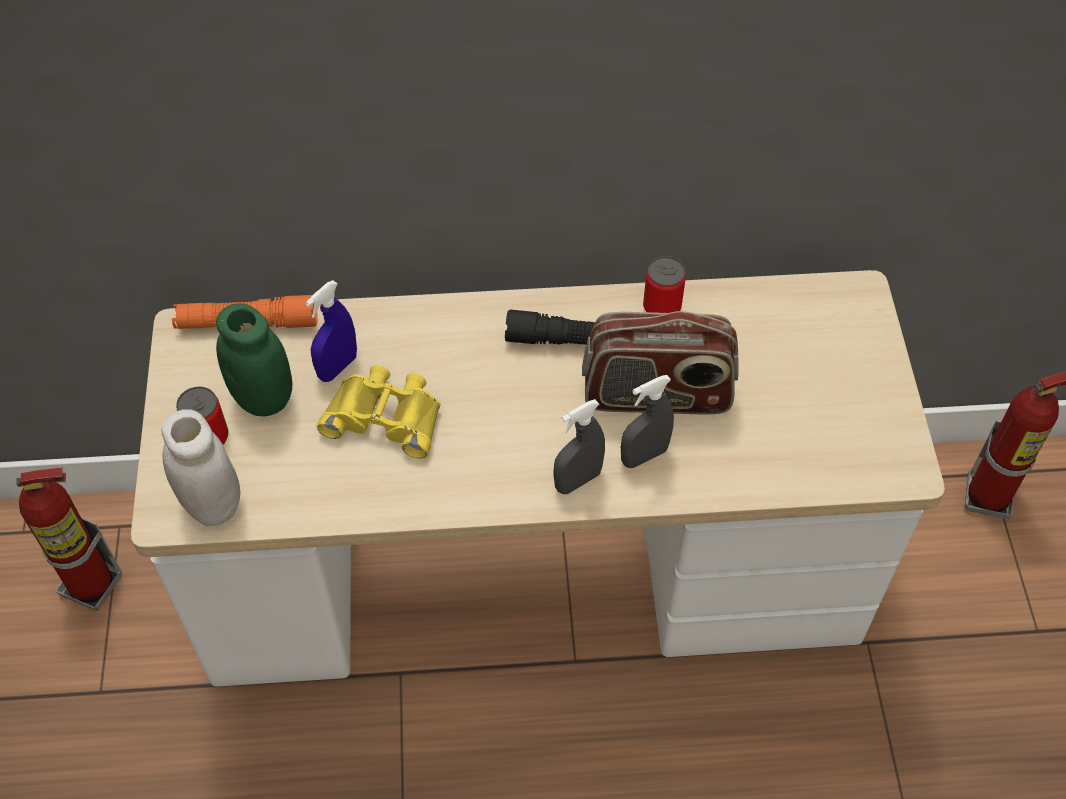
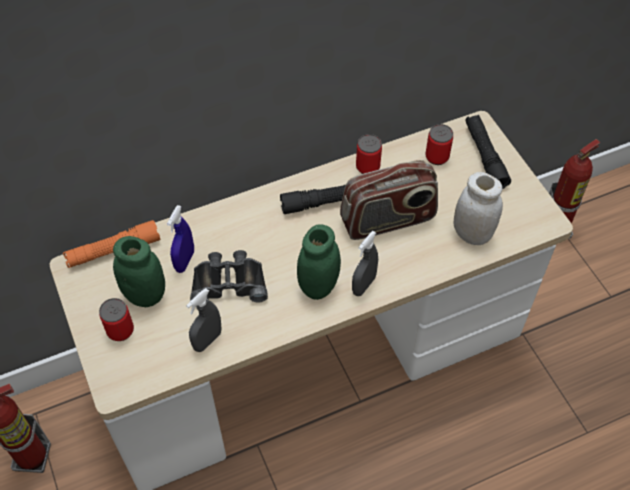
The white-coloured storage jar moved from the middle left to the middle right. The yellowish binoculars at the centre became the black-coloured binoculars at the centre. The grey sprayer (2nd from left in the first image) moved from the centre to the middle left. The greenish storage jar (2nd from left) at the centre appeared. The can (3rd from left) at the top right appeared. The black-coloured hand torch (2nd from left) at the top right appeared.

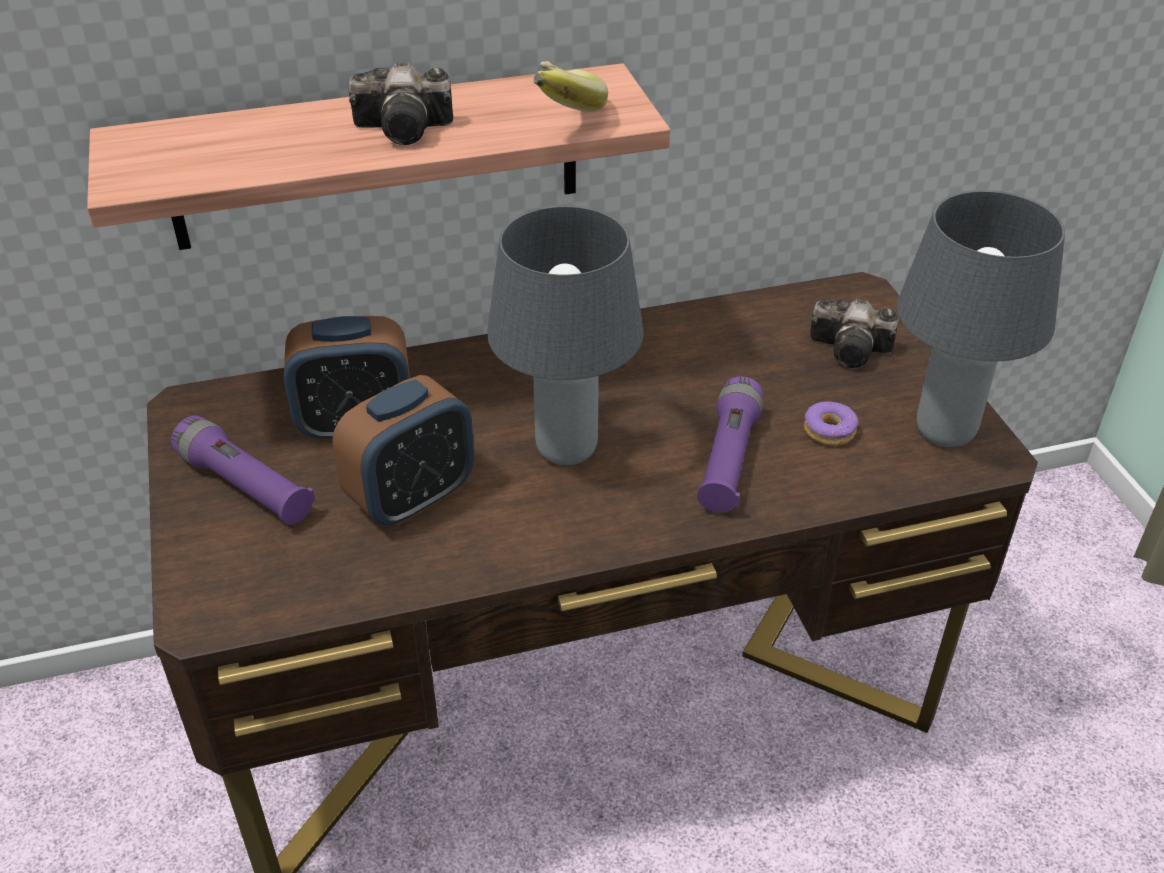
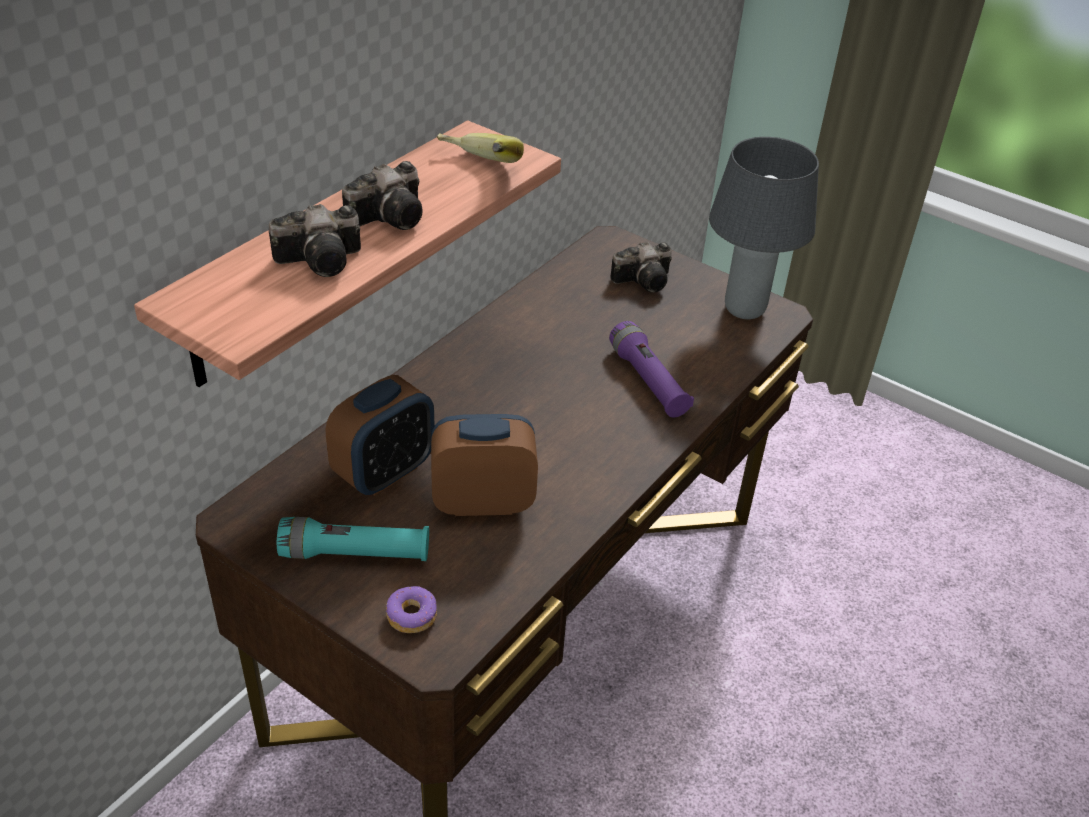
The purple-coloured hand torch (1st from left) at the middle left became the turquoise-coloured hand torch at the middle left. The alarm clock (2nd from left) at the centre turned 105 degrees counterclockwise. The grey table lamp (1st from left) at the centre disappeared. The ring doughnut moved from the middle right to the bottom centre. The photo camera (1st from left) at the top left appeared.

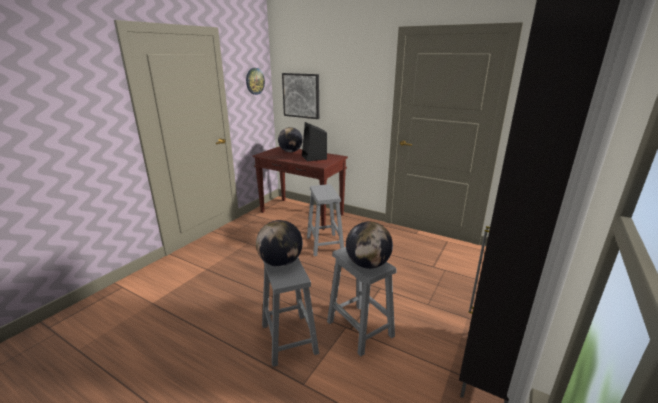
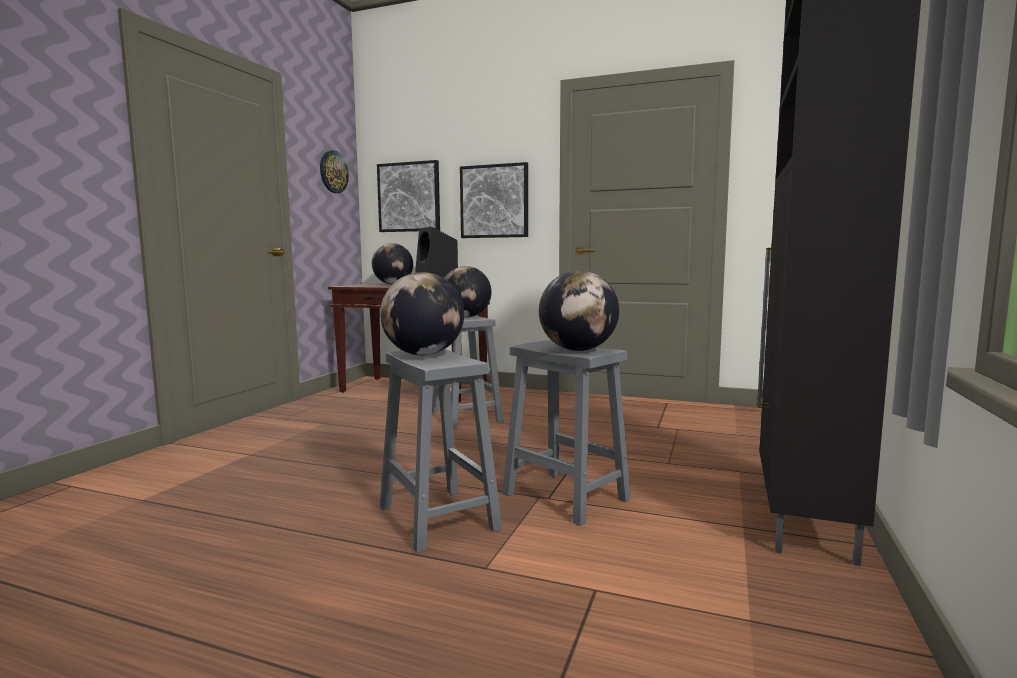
The globe (3rd from left) at the centre appeared. The wall art (2nd from left) at the top centre appeared.

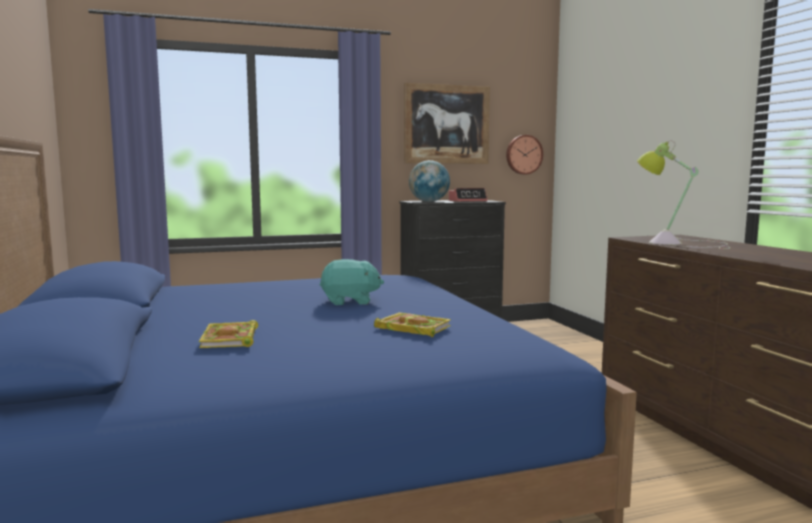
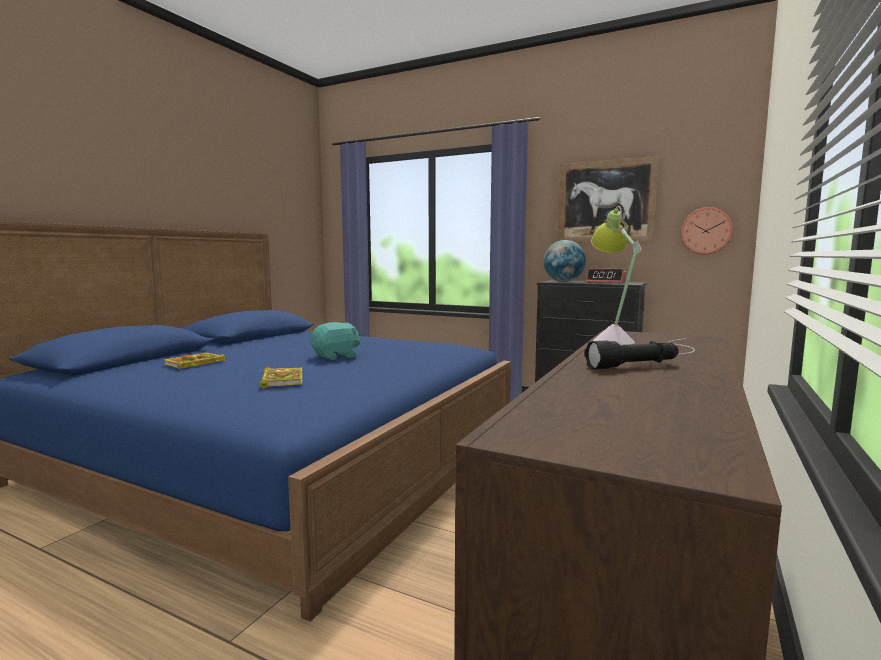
The turquoise-coloured soft toy at the centre turned 75 degrees counterclockwise. The black-coloured hand torch at the middle right appeared.

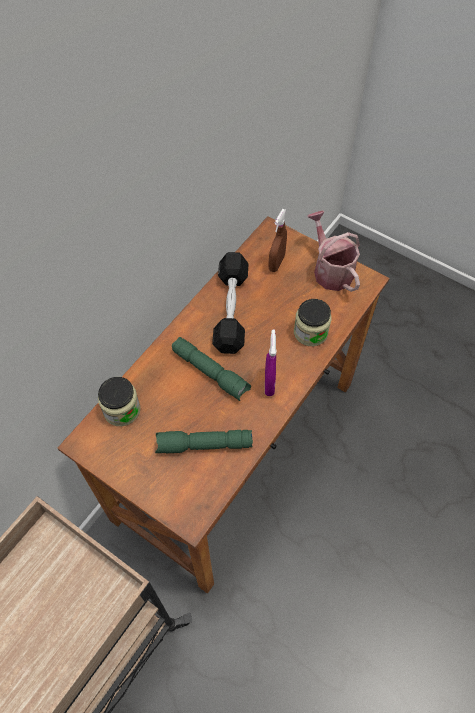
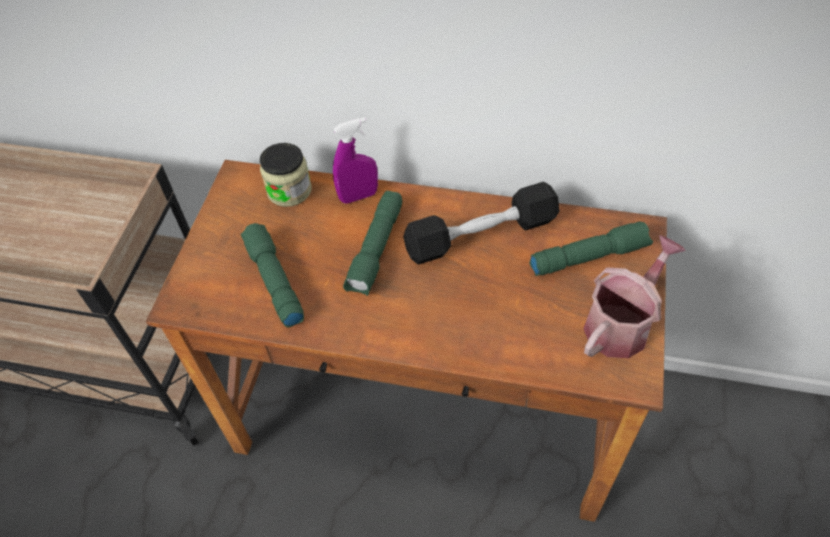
The purple-coloured sprayer moved from the centre to the top centre. The brown-coloured sprayer at the centre was replaced by the greenish hand torch (3rd from left) at the middle right. The storage jar (2nd from left) at the centre disappeared.

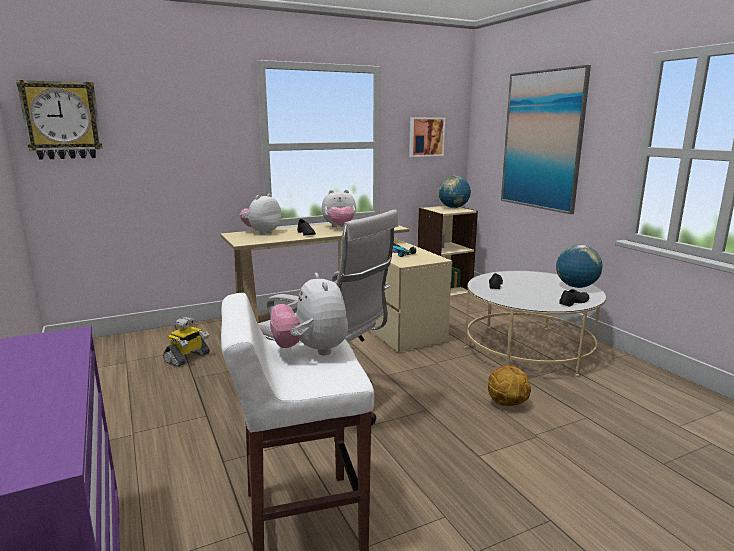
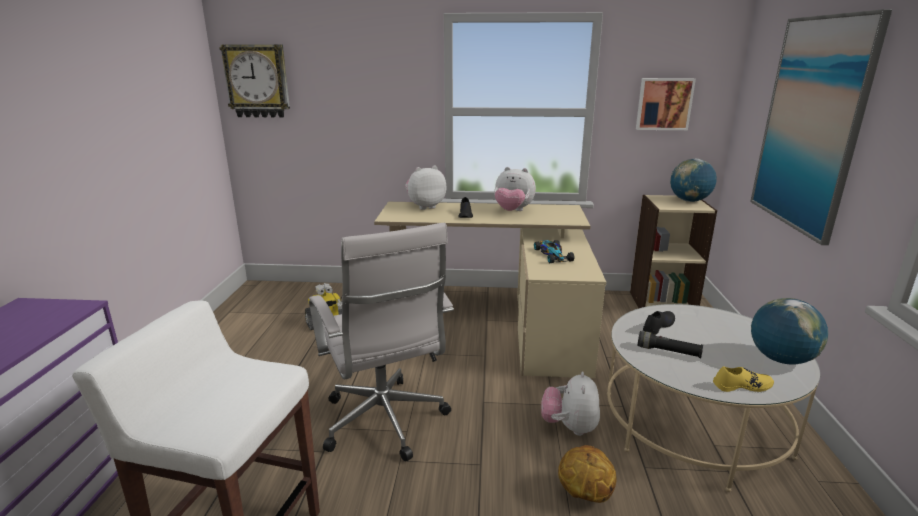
The soft toy (2nd from left in the first image) moved from the centre to the bottom centre. The black-coloured item of footwear (3rd from left) at the middle right became the yellowish item of footwear at the bottom right. The black-coloured hand torch at the bottom right appeared.

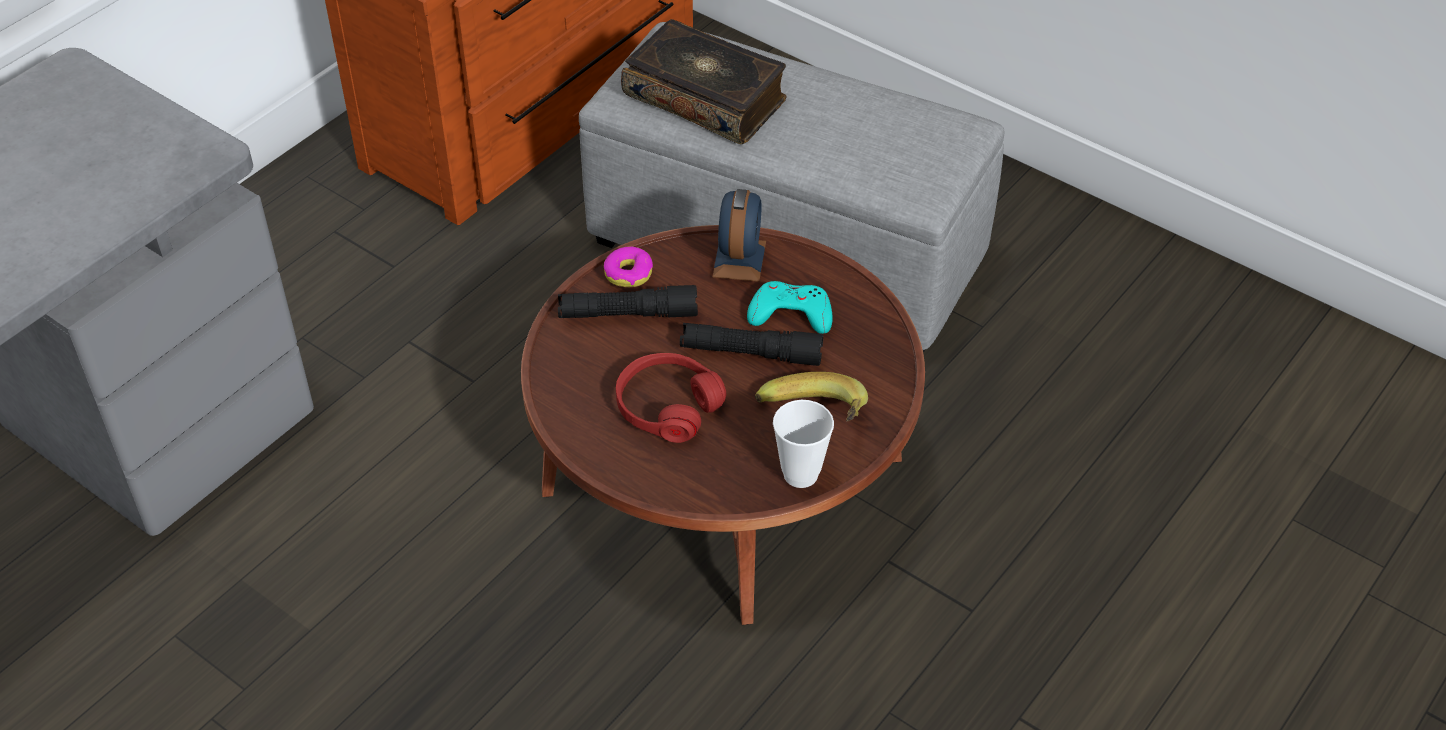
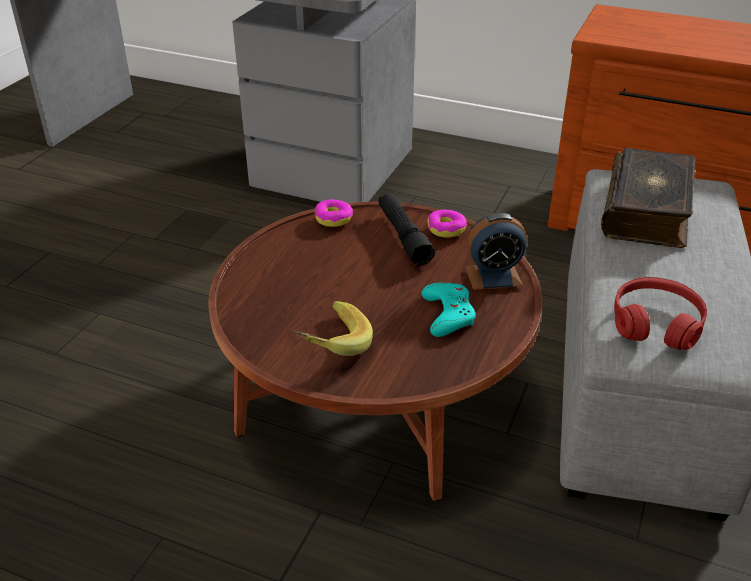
The reddish headphones moved from the centre to the middle right. The black-coloured hand torch (2nd from left) at the centre disappeared. The cup at the centre disappeared. The ring doughnut (1st from left) at the centre appeared.

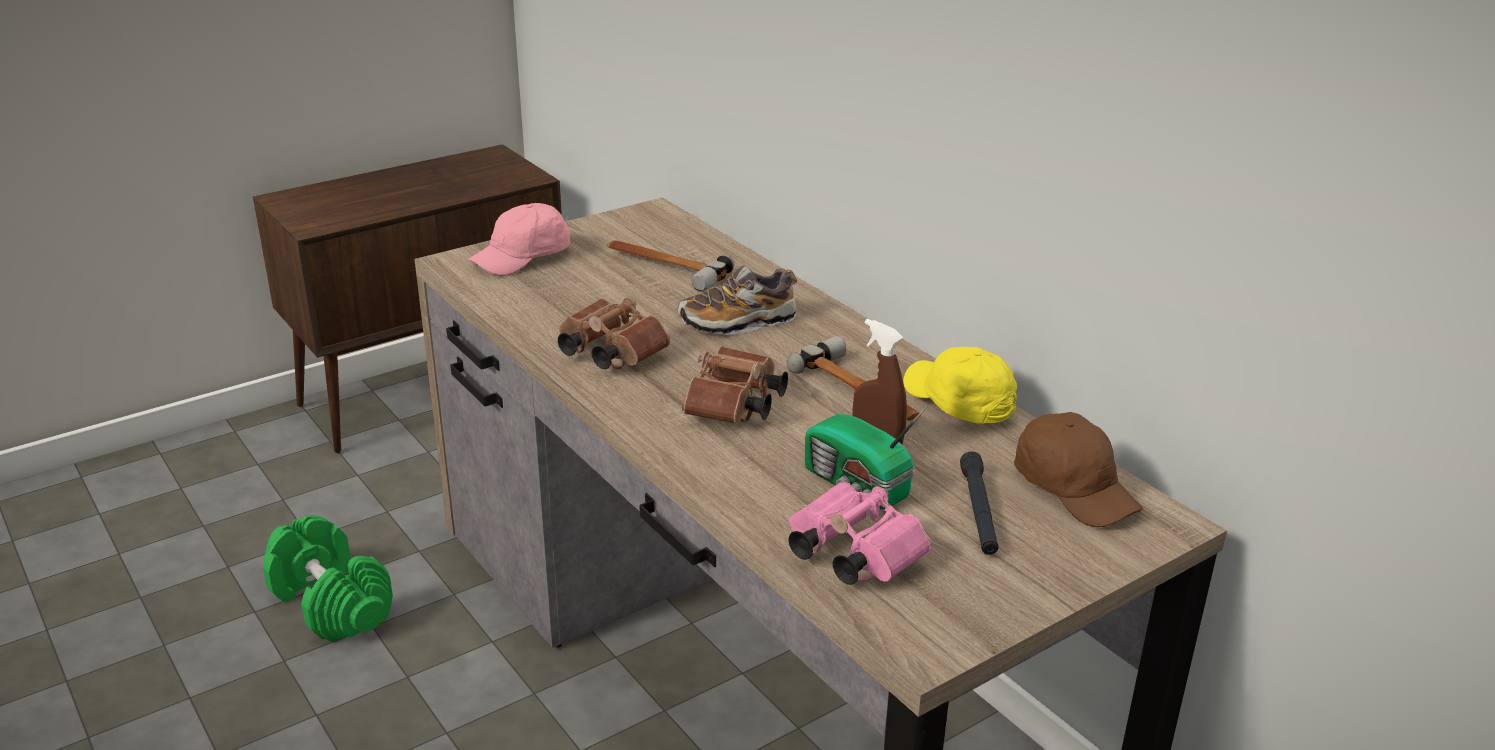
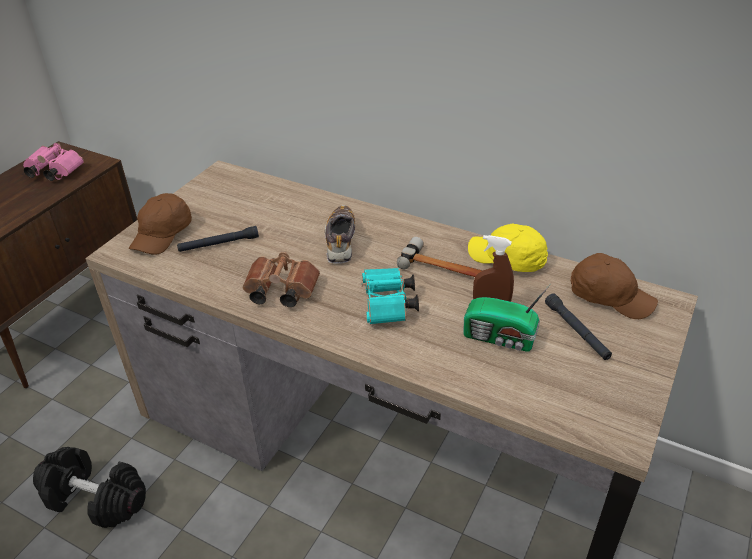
The greenish dumbbell at the bottom left became the black-coloured dumbbell at the bottom left. The pink-coloured baseball cap at the top centre became the brown-coloured baseball cap (1st from left) at the middle left. The hand hammer (1st from left) at the centre disappeared. The item of footwear at the centre turned 135 degrees clockwise. The brown-coloured binoculars (2nd from left) at the centre became the turquoise-coloured binoculars at the centre. The pink-coloured binoculars moved from the bottom centre to the top left. The black-coloured hand torch (1st from left) at the middle left appeared.

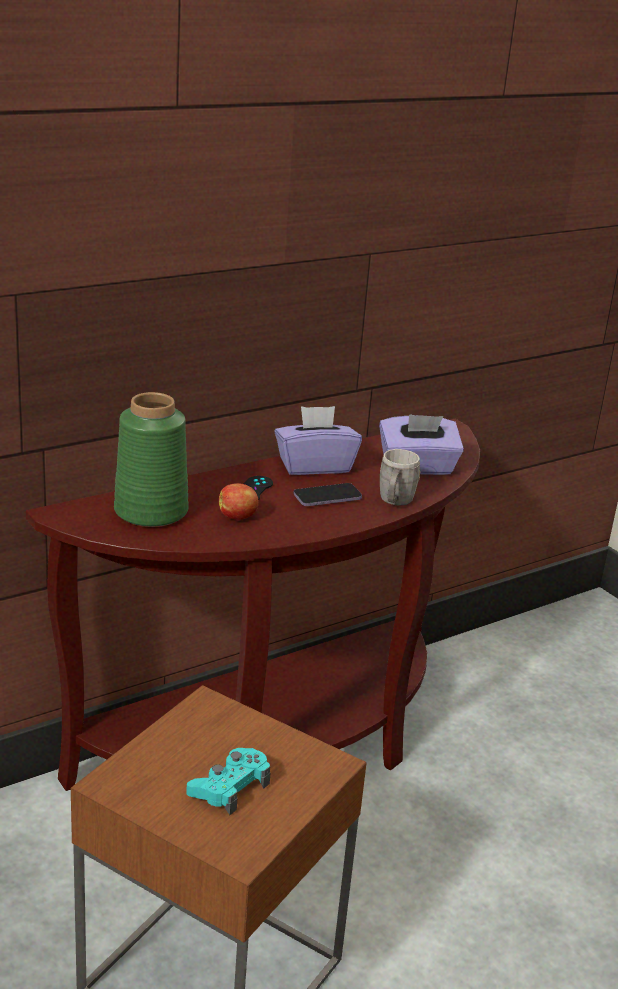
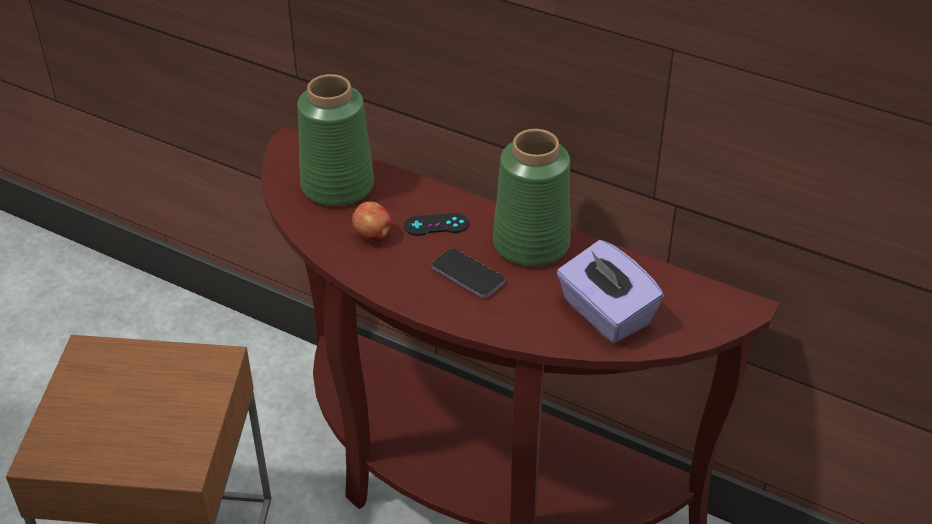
The turquoise-coloured joypad at the bottom centre disappeared. The purple-coloured box of tissues (1st from left) at the centre was replaced by the greenish flower vase (2nd from left) at the centre. The grey coffee mug at the centre disappeared.

